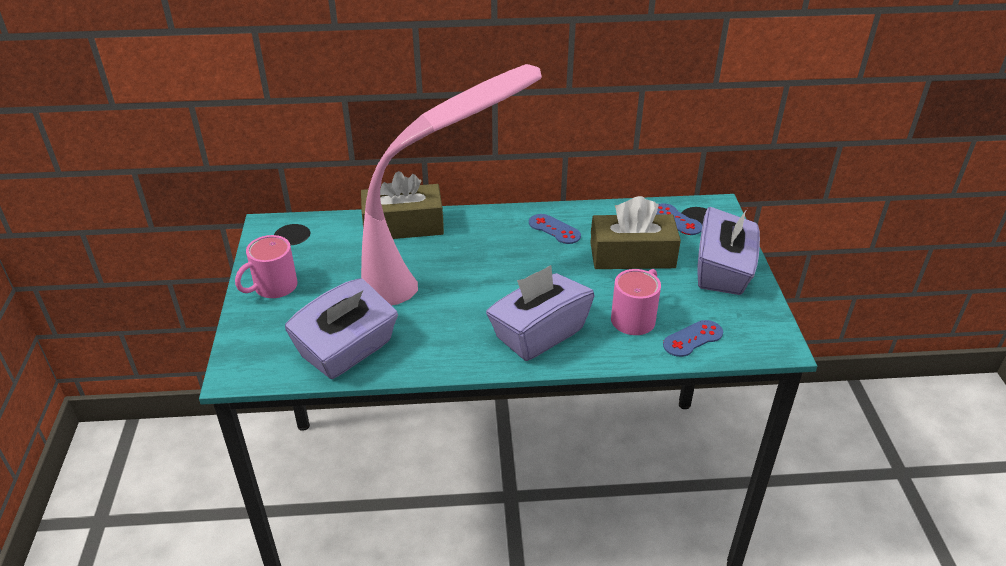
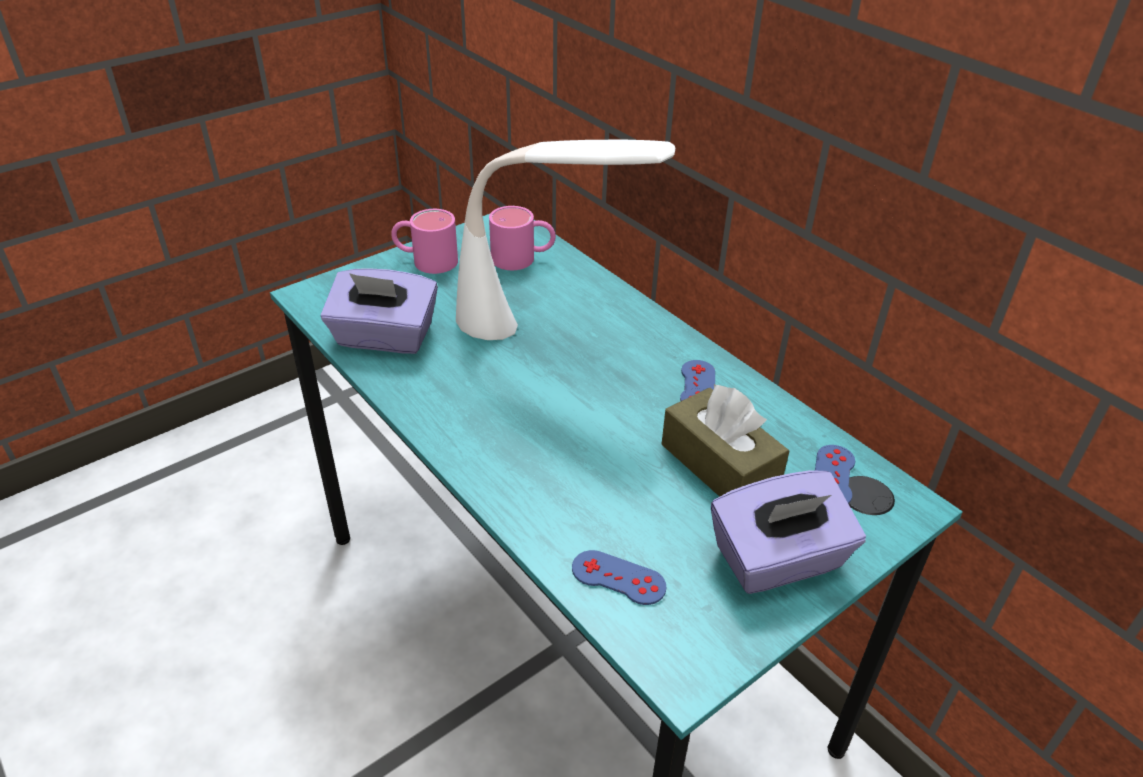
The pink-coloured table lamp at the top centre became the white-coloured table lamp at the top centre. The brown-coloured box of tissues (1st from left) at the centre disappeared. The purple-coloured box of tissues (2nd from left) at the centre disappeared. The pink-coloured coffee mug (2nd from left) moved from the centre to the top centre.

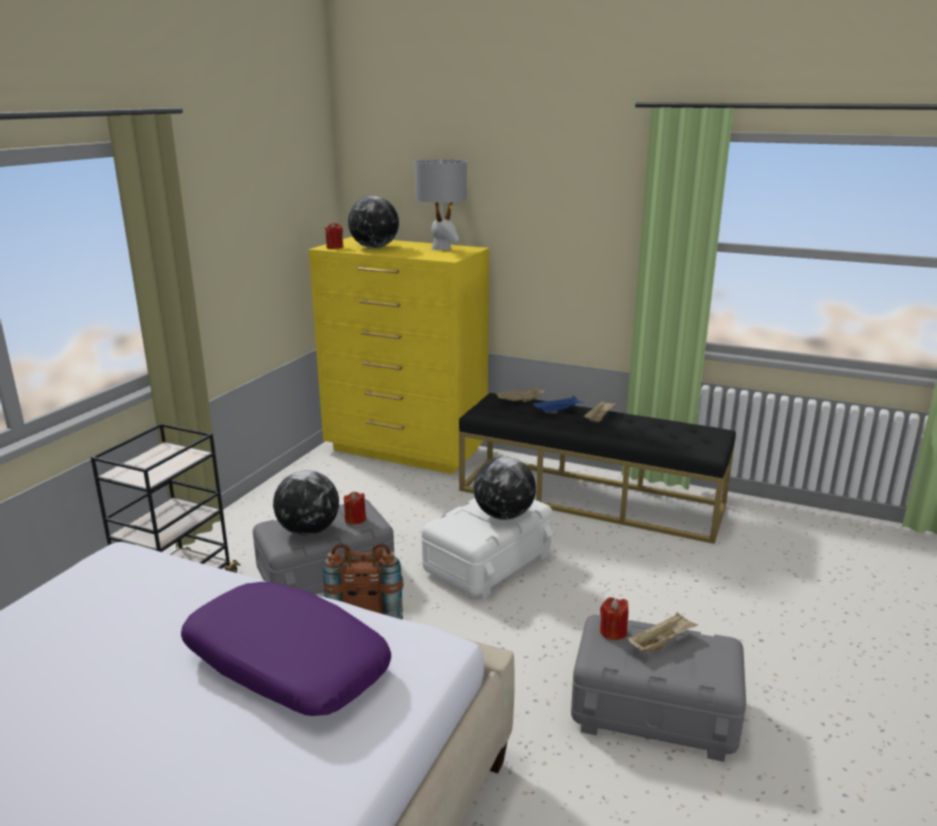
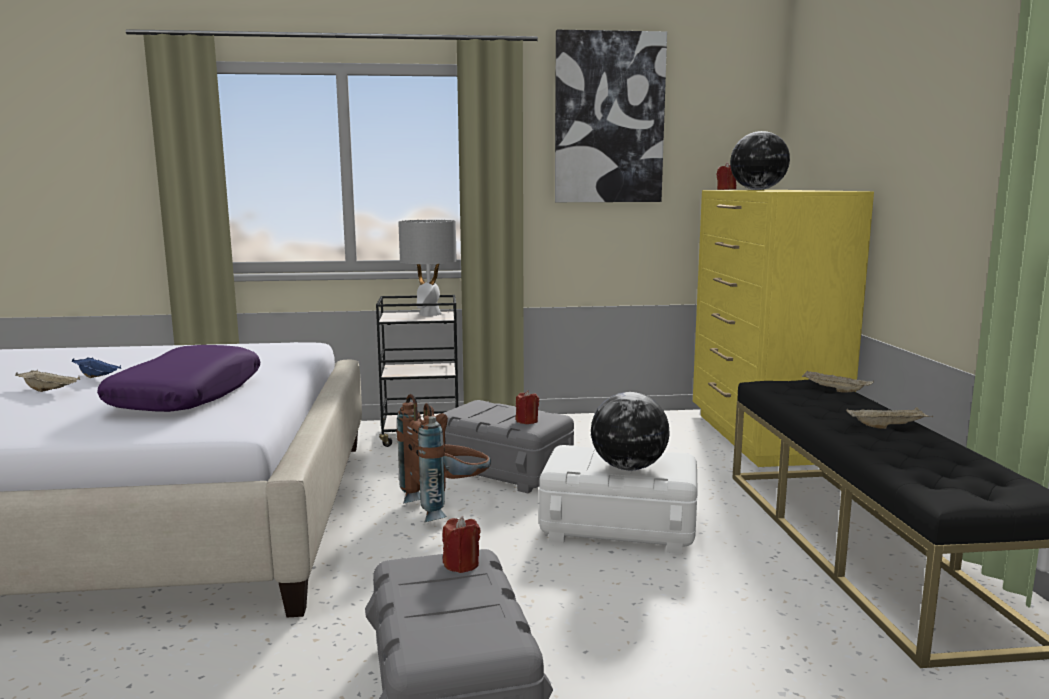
The globe (1st from left) at the middle left disappeared. The grey table lamp moved from the top centre to the centre. The blue-coloured serving tray moved from the centre to the middle left. The beige serving tray (3rd from left in the first image) moved from the bottom right to the middle left. The wall art at the top centre appeared.

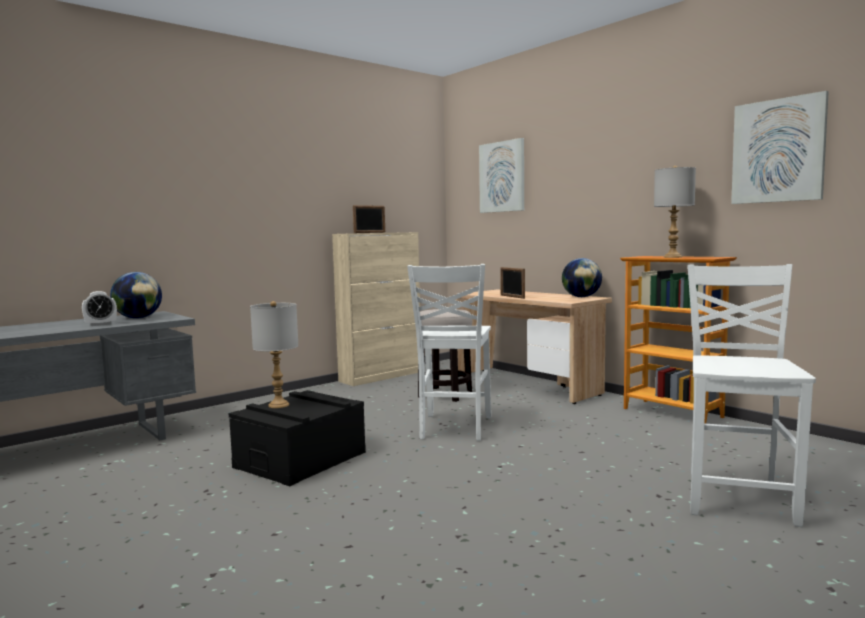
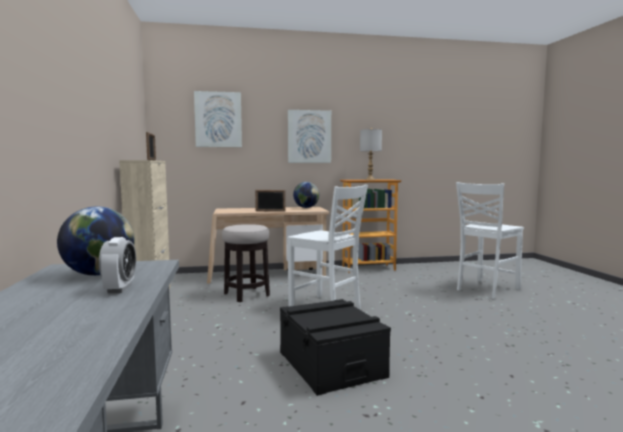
The grey table lamp (1st from left) at the middle left disappeared. The white-coloured plain chair (2nd from left) at the middle right turned 90 degrees counterclockwise. The wall art (2nd from left) moved from the top right to the top centre.

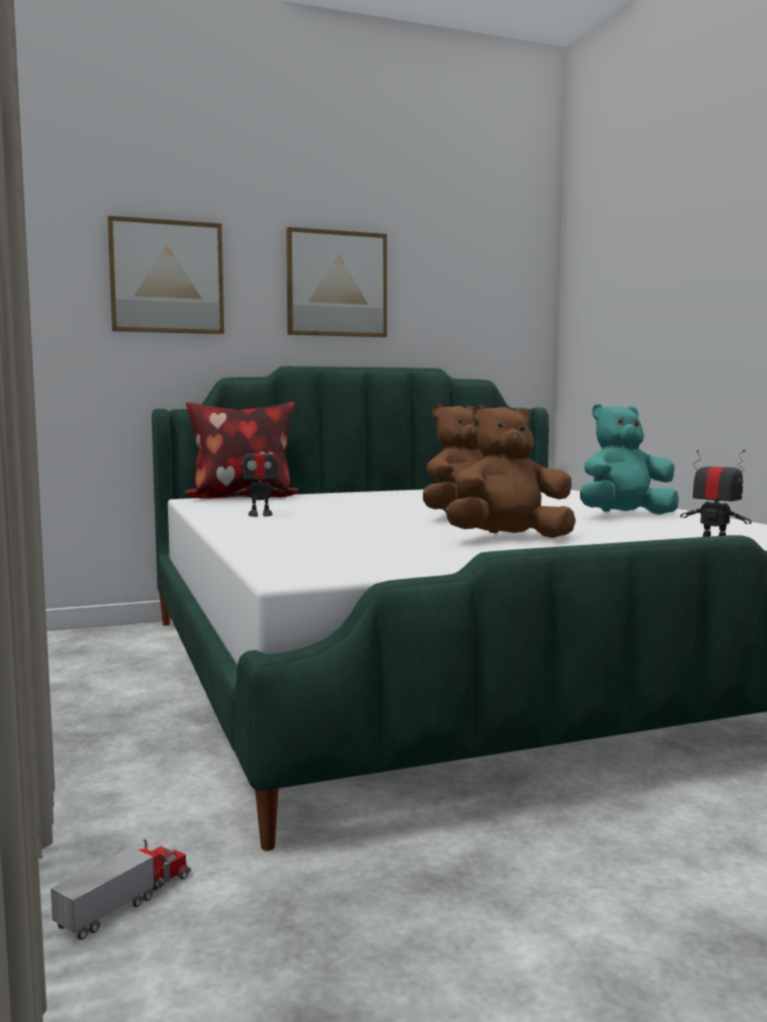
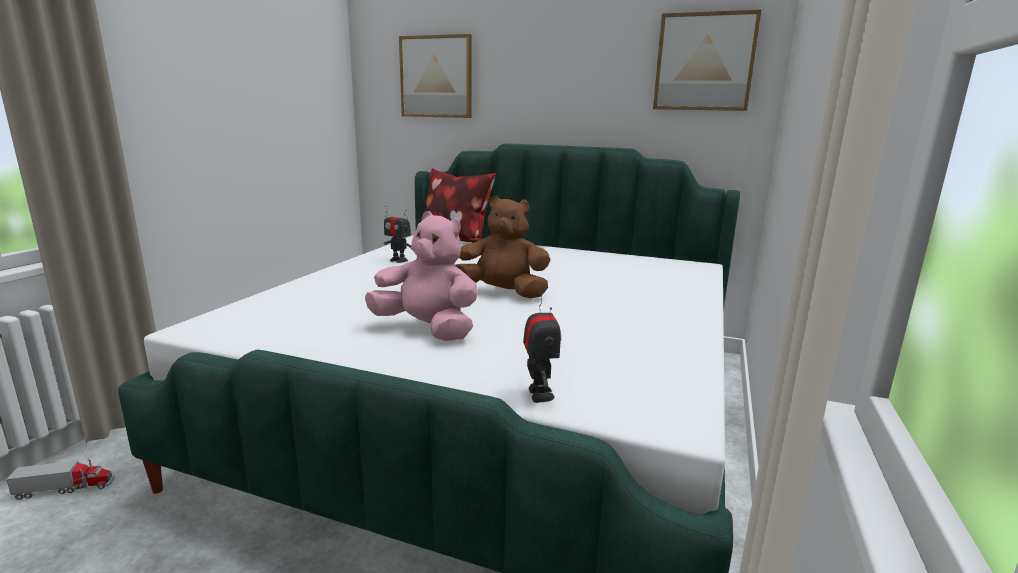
The wall art (2nd from left) moved from the top centre to the top right. The brown-coloured soft toy (2nd from left) at the centre became the pink-coloured soft toy at the centre. The turquoise-coloured soft toy at the middle right disappeared.

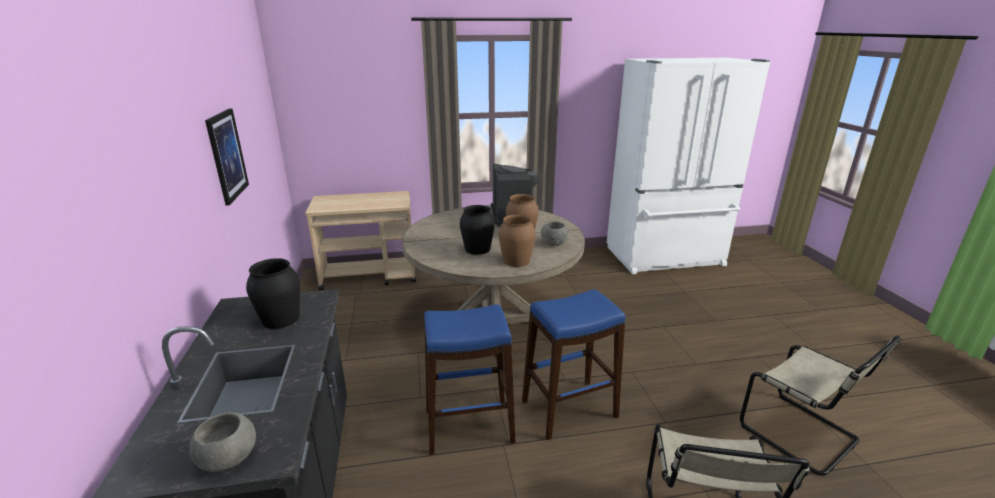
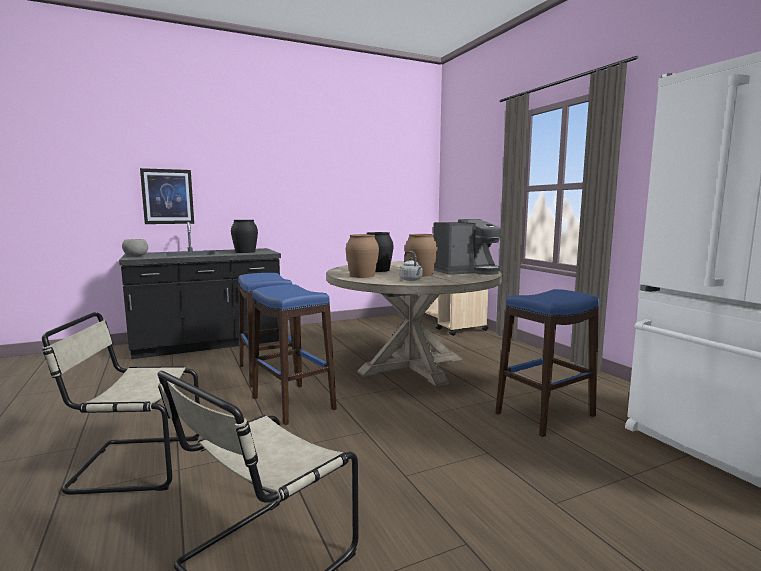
The wall art moved from the top left to the middle left. The grey bowl (2nd from left) at the centre was replaced by the grey water kettle at the centre. The blue-coloured sitting stool (3rd from left) at the middle right appeared.

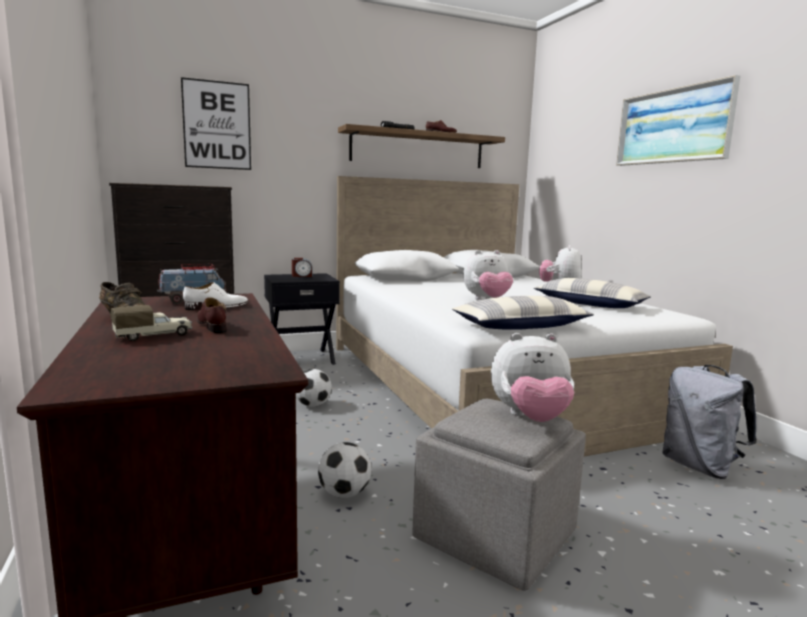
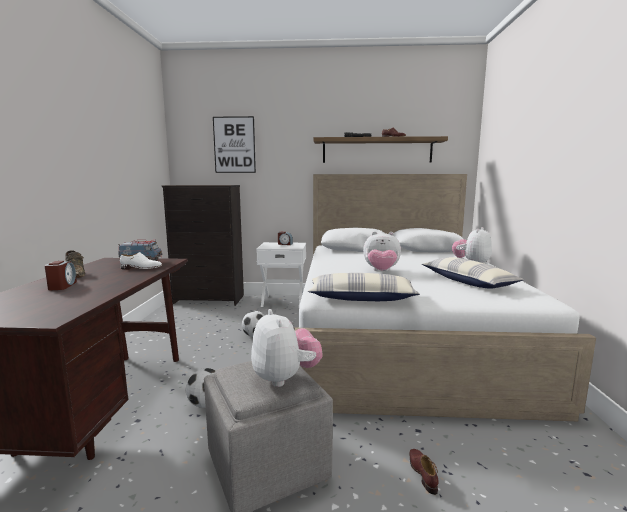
The toy truck (1st from left) at the middle left was replaced by the alarm clock (1st from left) at the middle left. The brown-coloured item of footwear (2nd from left in the first image) moved from the middle left to the bottom right. The black-coloured bedside table at the centre became the white-coloured bedside table at the centre. The soft toy (2nd from left in the first image) at the centre turned 135 degrees counterclockwise. The wall art (2nd from left) at the top right disappeared. The grey backpack at the bottom right disappeared.

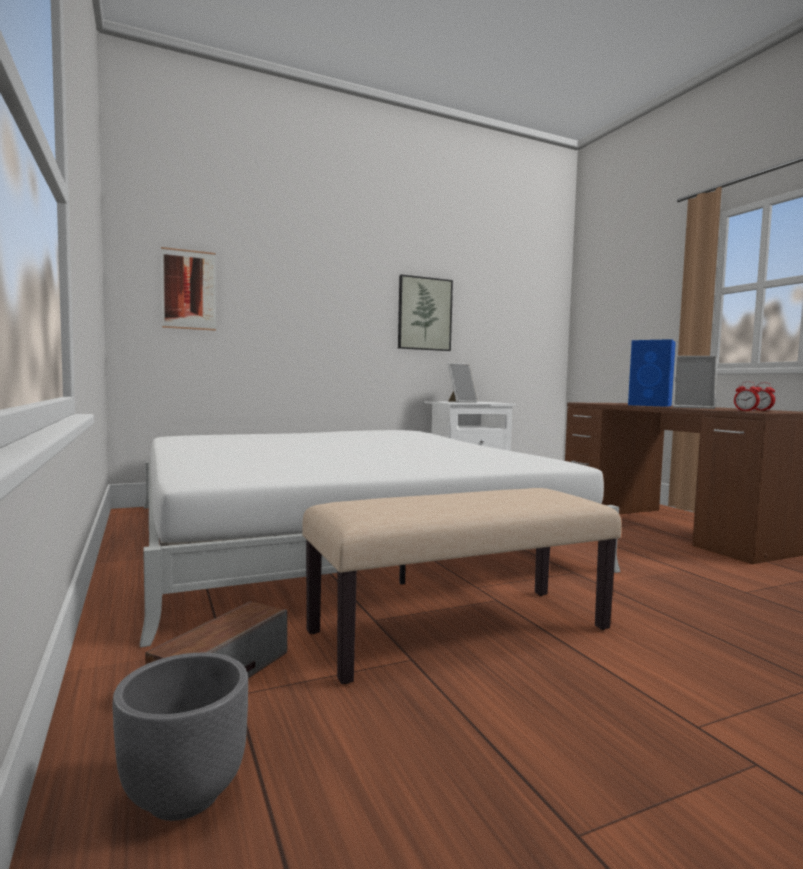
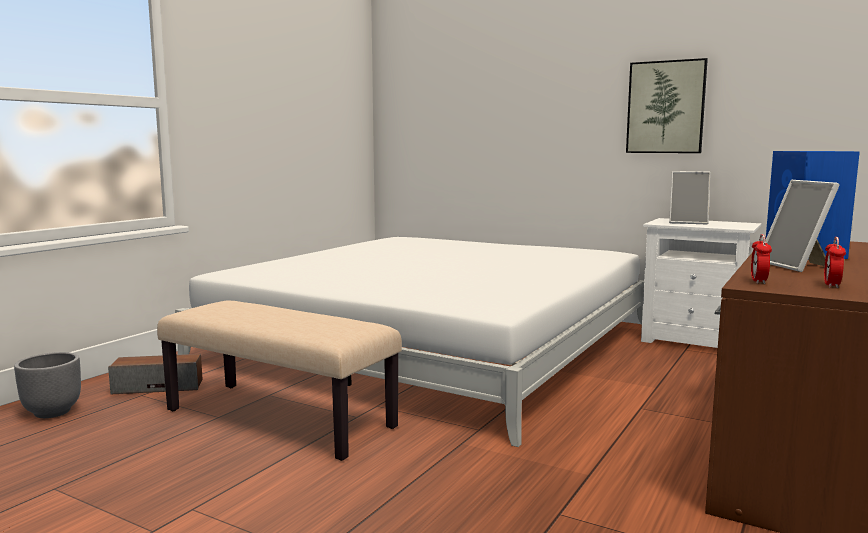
The wall art (1st from left) at the top left disappeared.

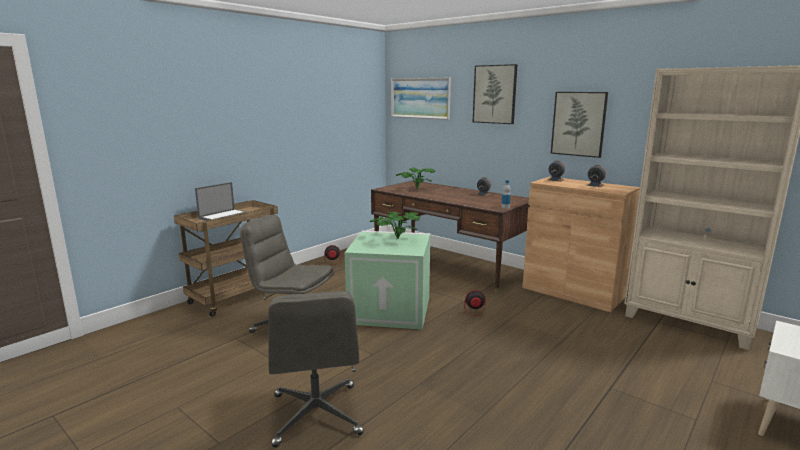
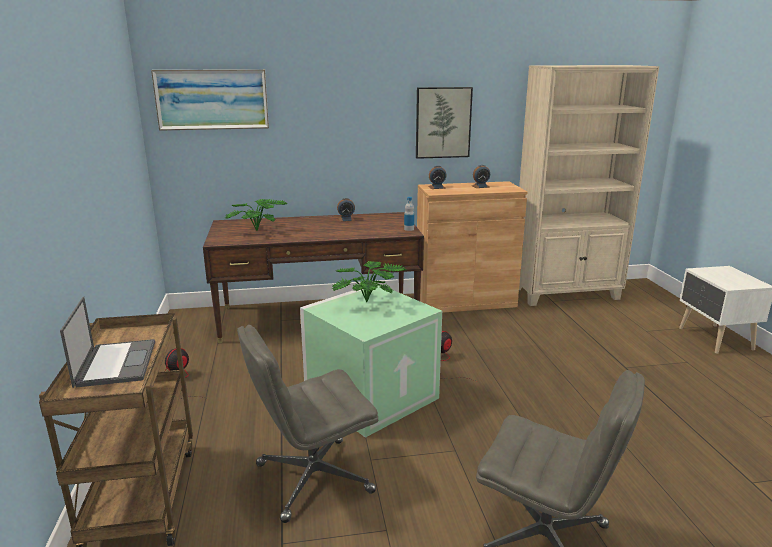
The wall art (2nd from left) at the top centre disappeared.

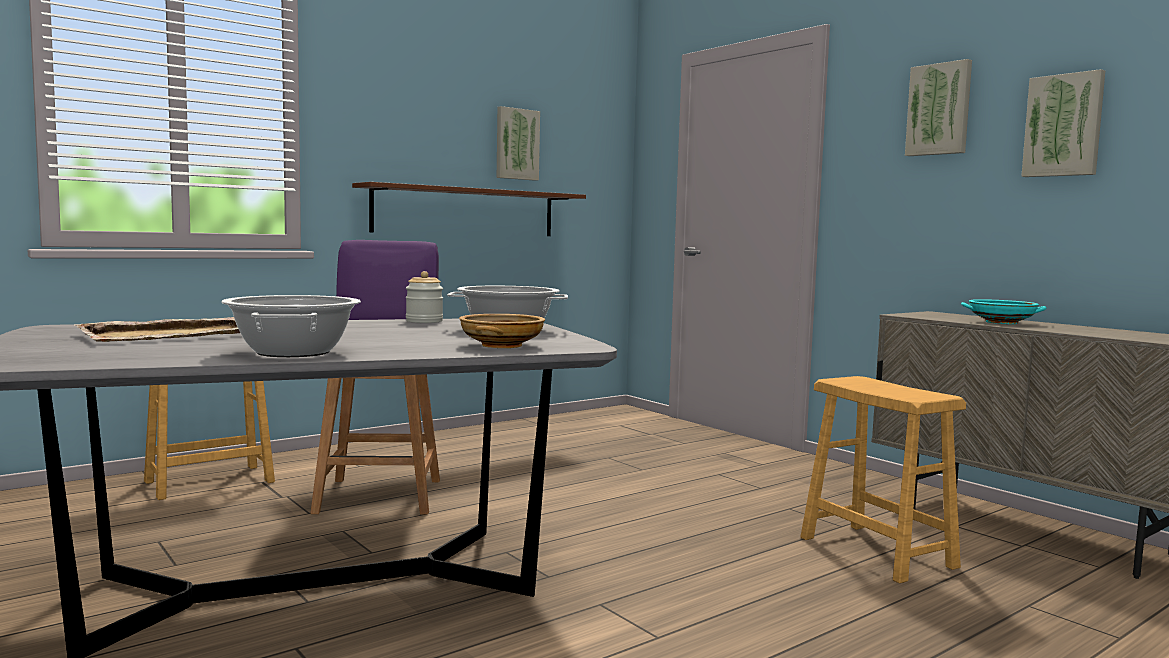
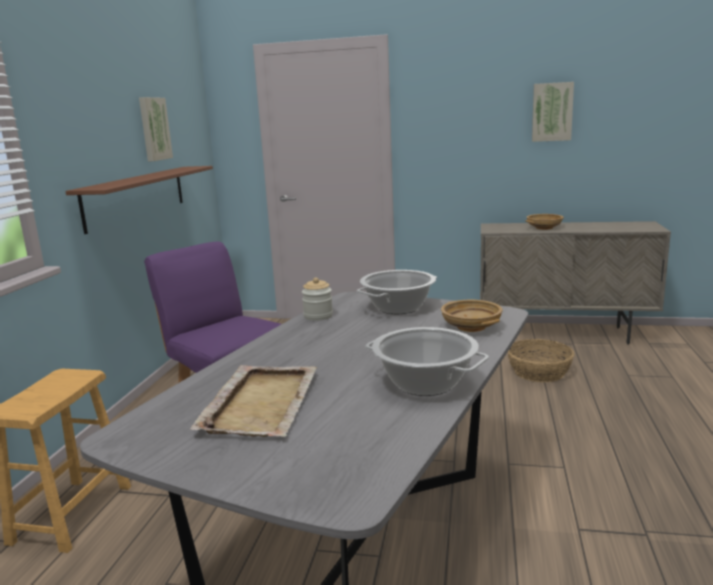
The brown-coloured sitting stool (2nd from left) at the bottom right was replaced by the storage basket at the middle right. The wall art (2nd from left) at the top right disappeared. The turquoise-coloured bowl at the middle right became the beige bowl (2nd from left) at the middle right.

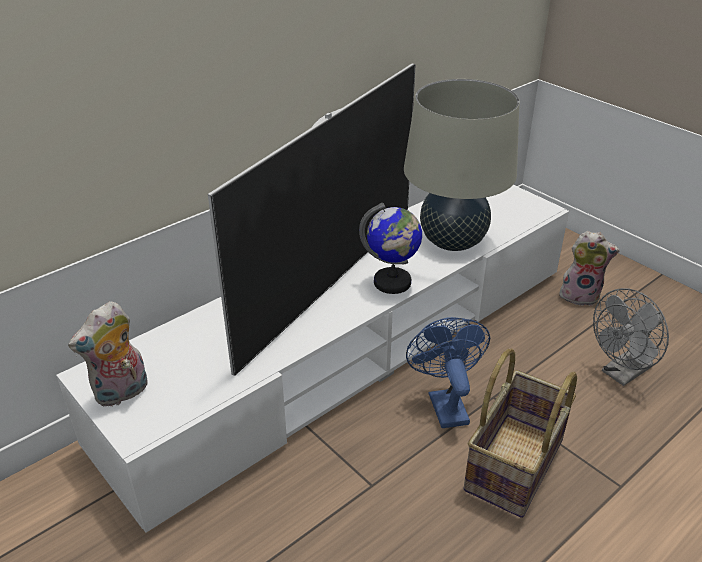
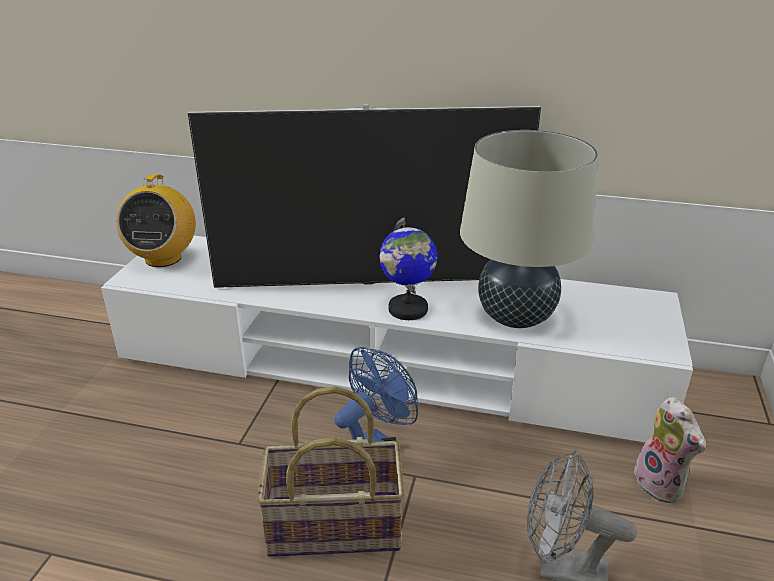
The soft toy (1st from left) at the middle left was replaced by the radio receiver at the middle left.

